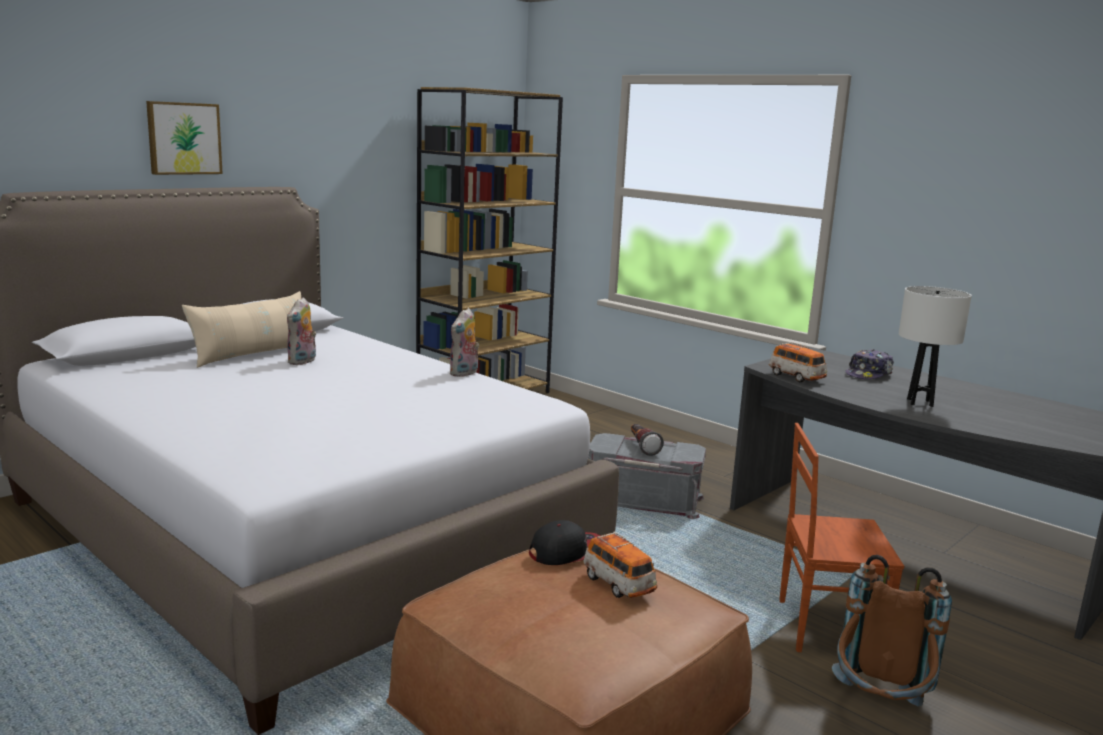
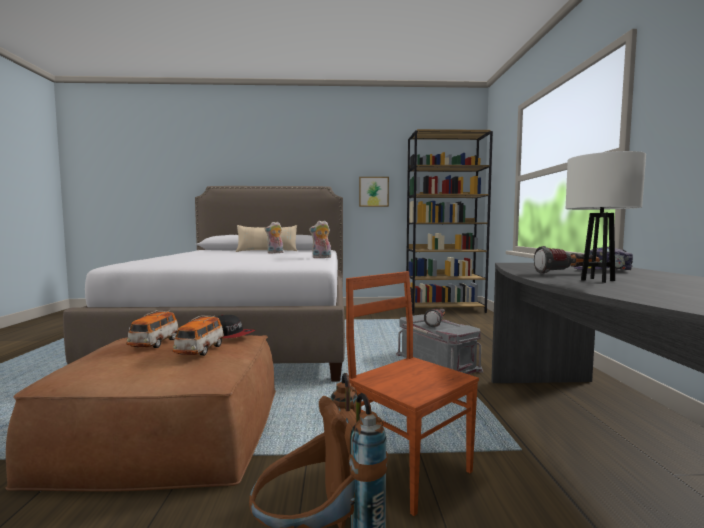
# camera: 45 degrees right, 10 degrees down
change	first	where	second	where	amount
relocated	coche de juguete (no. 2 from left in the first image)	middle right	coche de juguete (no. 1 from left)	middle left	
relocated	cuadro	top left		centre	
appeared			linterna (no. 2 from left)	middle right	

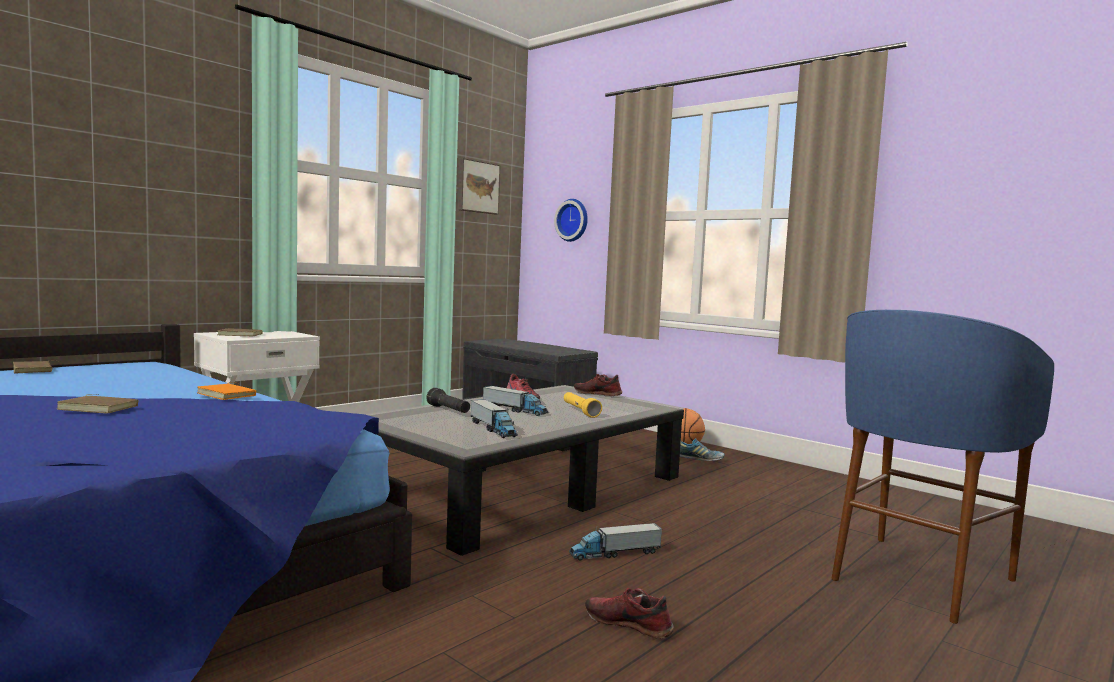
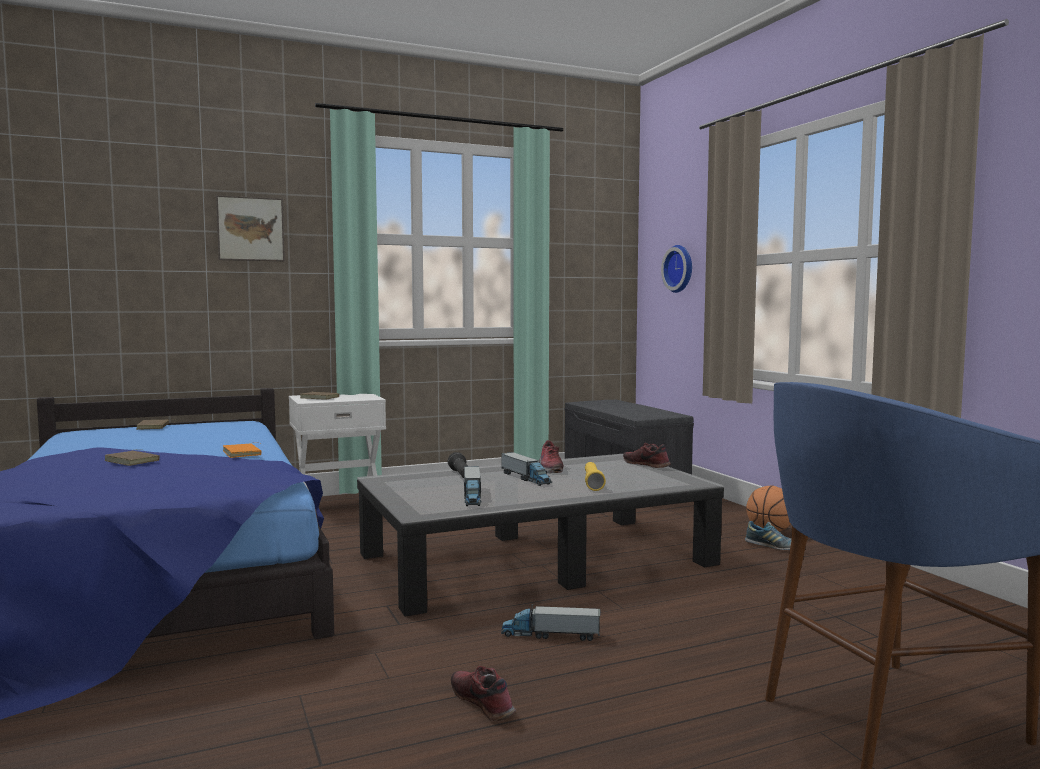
# camera: 25 degrees right, 0 degrees up
change	first	where	second	where	amount
relocated	cuadro	top centre		top left	

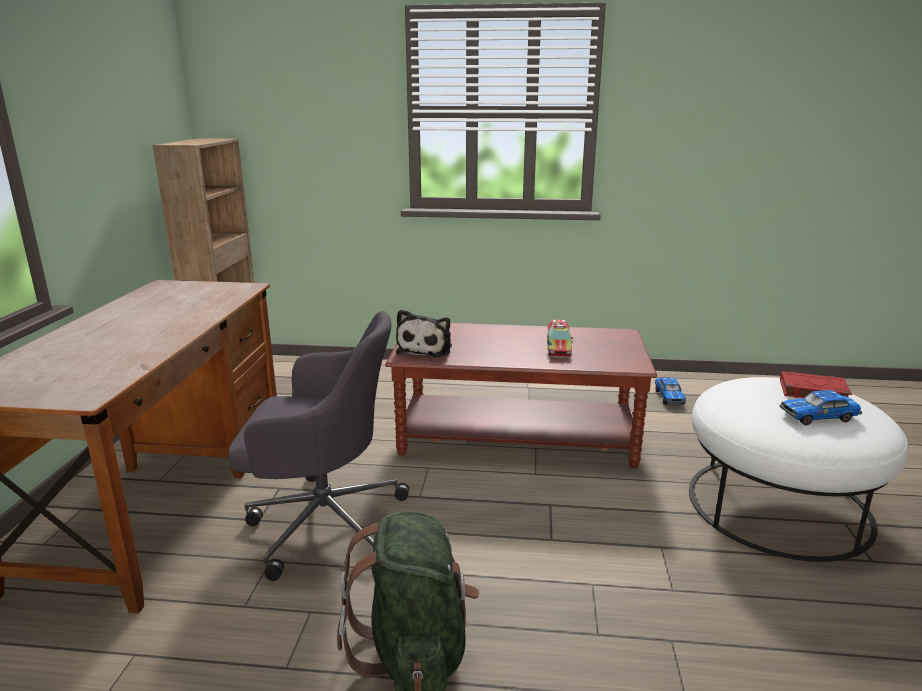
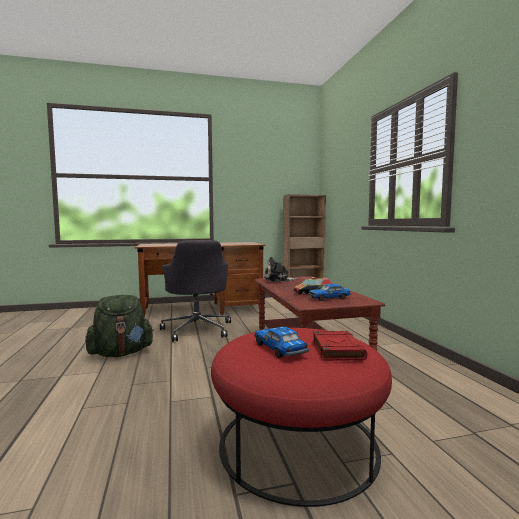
# camera: 70 degrees right, 15 degrees down
change	first	where	second	where	amount
colour	puf (blanco)	bottom right	puf (rojo)	bottom centre	
relocated	coche de juguete (no. 1 from left in the first image)	middle right	coche de juguete (no. 2 from left)	centre	

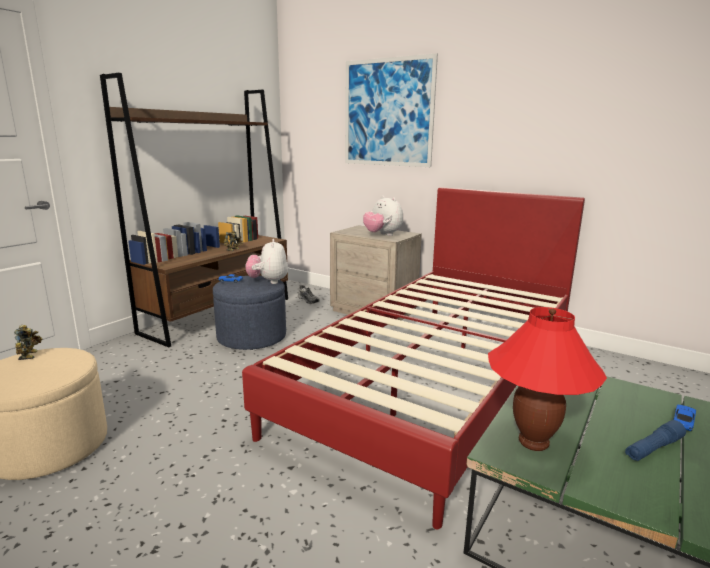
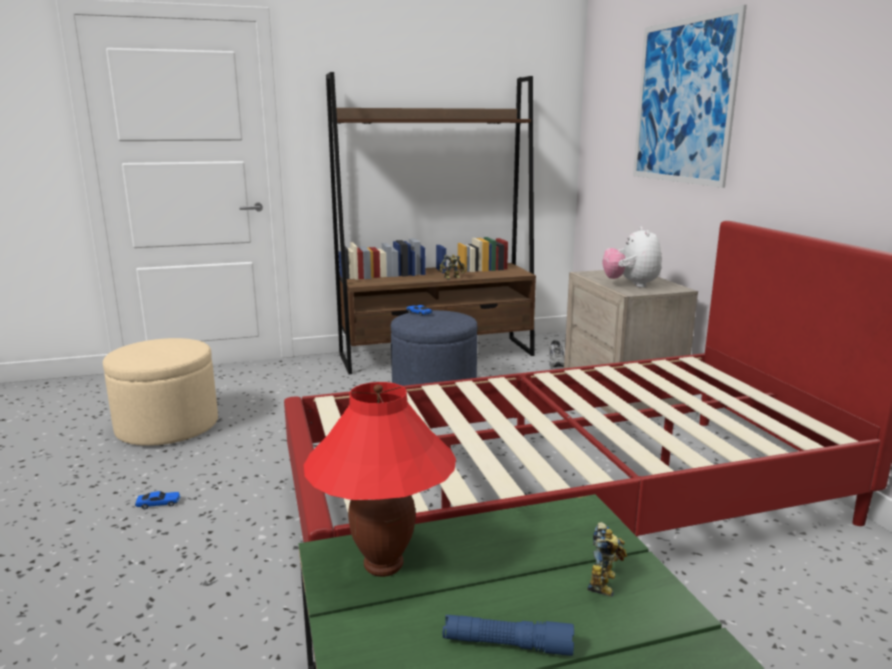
# camera: 40 degrees right, 0 degrees up
change	first	where	second	where	amount
relocated	coche de juguete (no. 2 from left in the first image)	bottom right	coche de juguete (no. 1 from left)	bottom left	
relocated	robot de juguete (no. 1 from left in the first image)	middle left	robot de juguete (no. 2 from left)	bottom right	
missing	peluche (no. 1 from left)	centre			

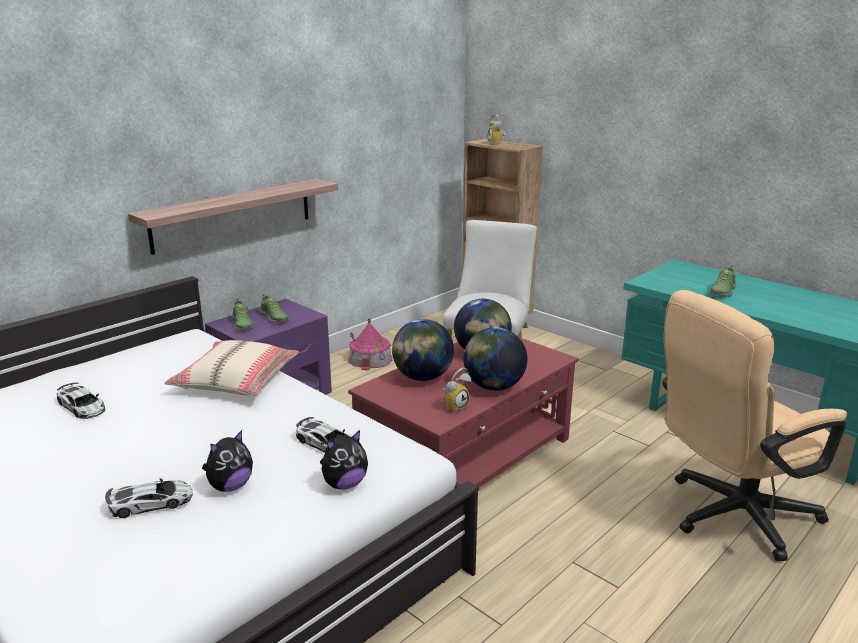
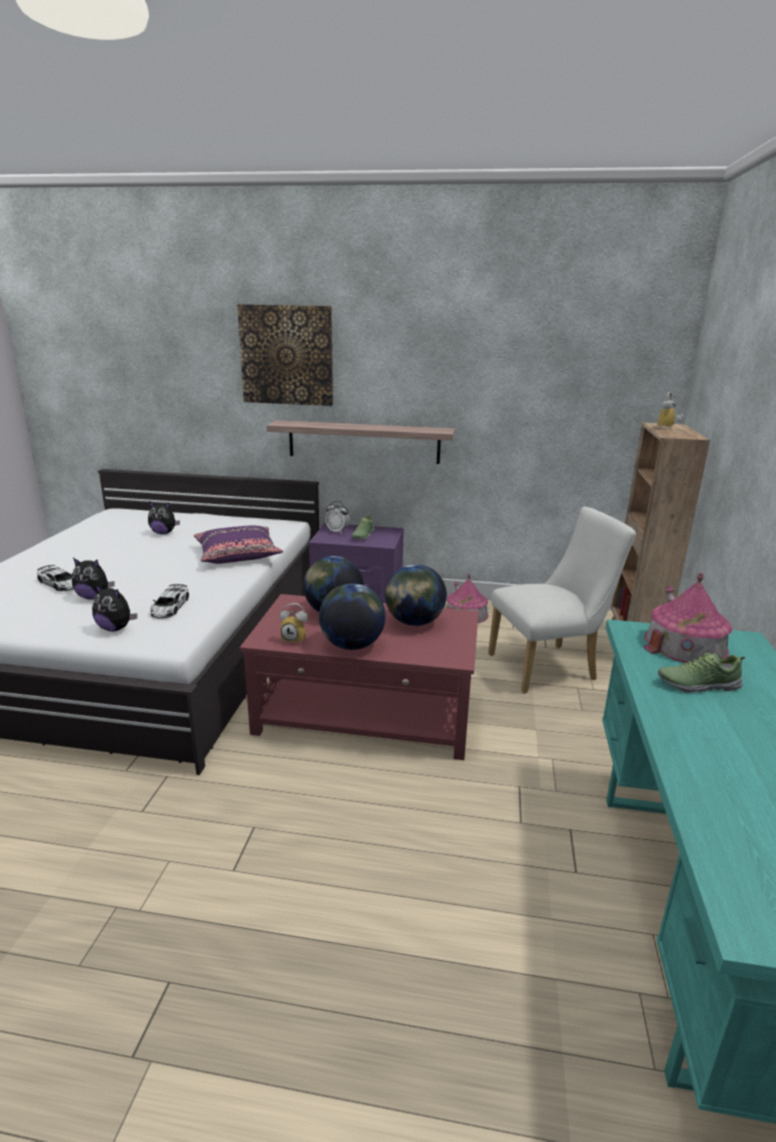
# camera: 55 degrees right, 0 degrees up
change	first	where	second	where	amount
exchanged	coche de juguete (no. 1 from left)	middle left	peluche (no. 3 from left)	middle left	
colour	cojín (beis)	middle left	cojín (morado)	middle left	
appeared			cuadro	top centre	
exchanged	zapato (no. 1 from left)	middle left	despertador (no. 2 from left)	centre	
appeared			casita (no. 2 from left)	middle right	
missing	silla de oficina (beis)	middle right			

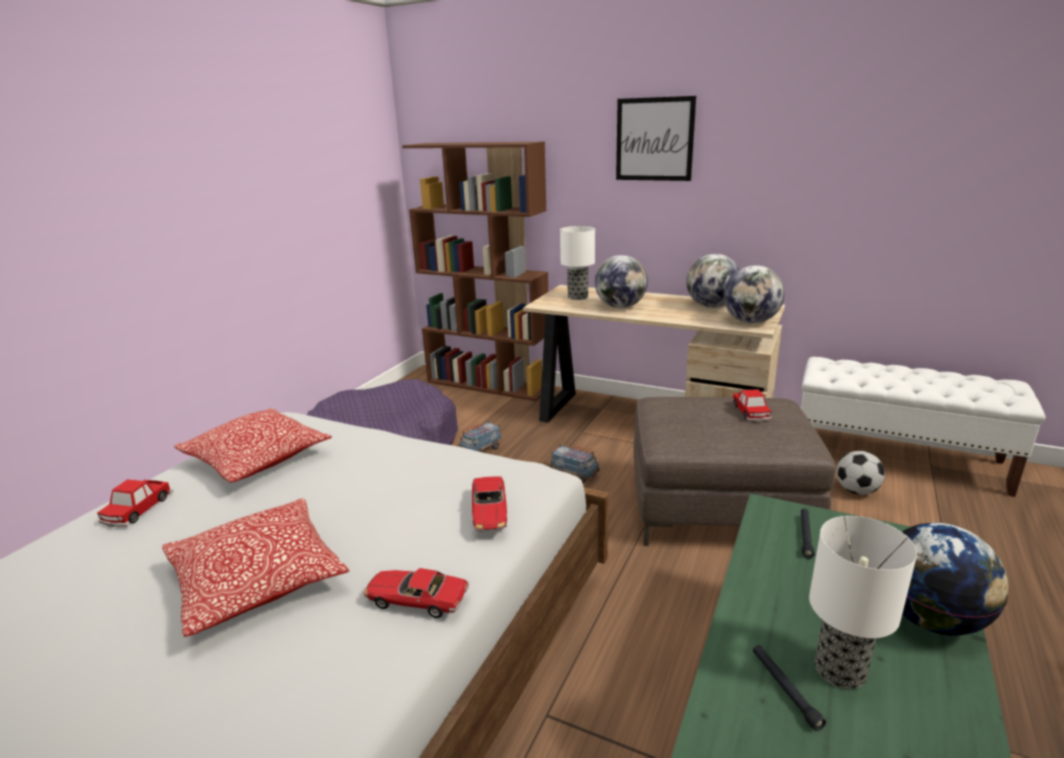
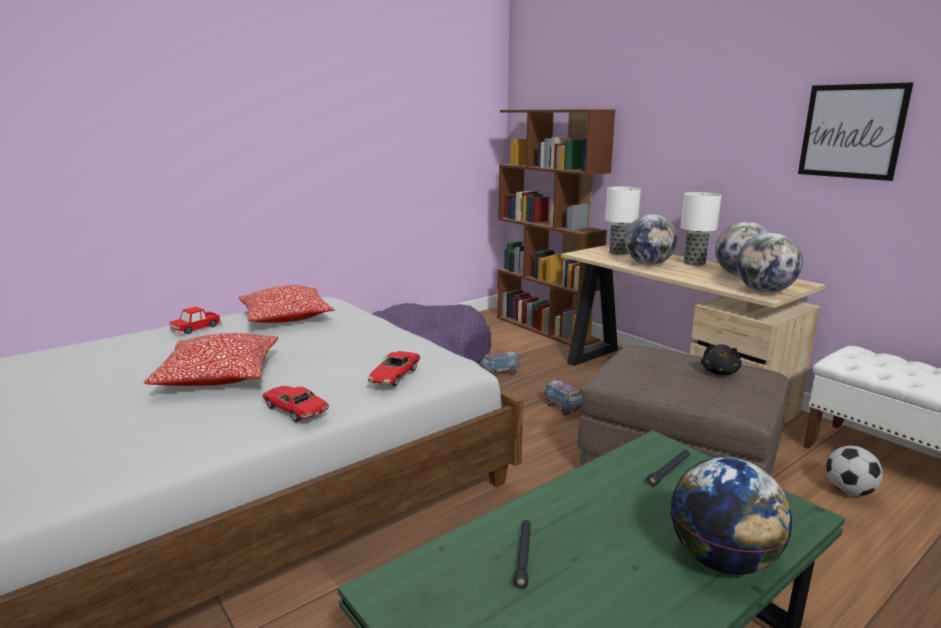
# camera: 25 degrees right, 5 degrees down
change	first	where	second	where	amount
relocated	lámpara de mesa (no. 2 from left)	bottom right		middle right	
exchanged	coche de juguete (no. 4 from left)	middle right	peluche (negro)	middle right	
relocated	cuadro	top centre		top right	

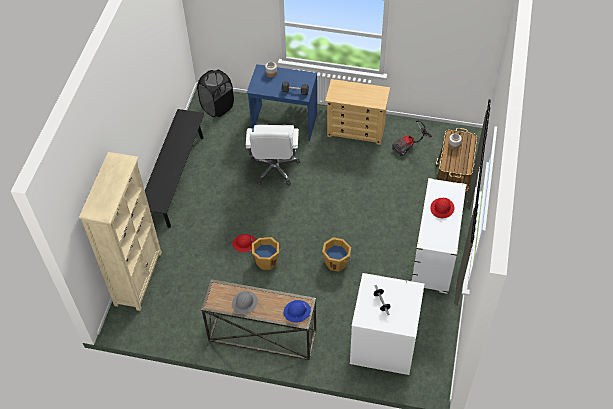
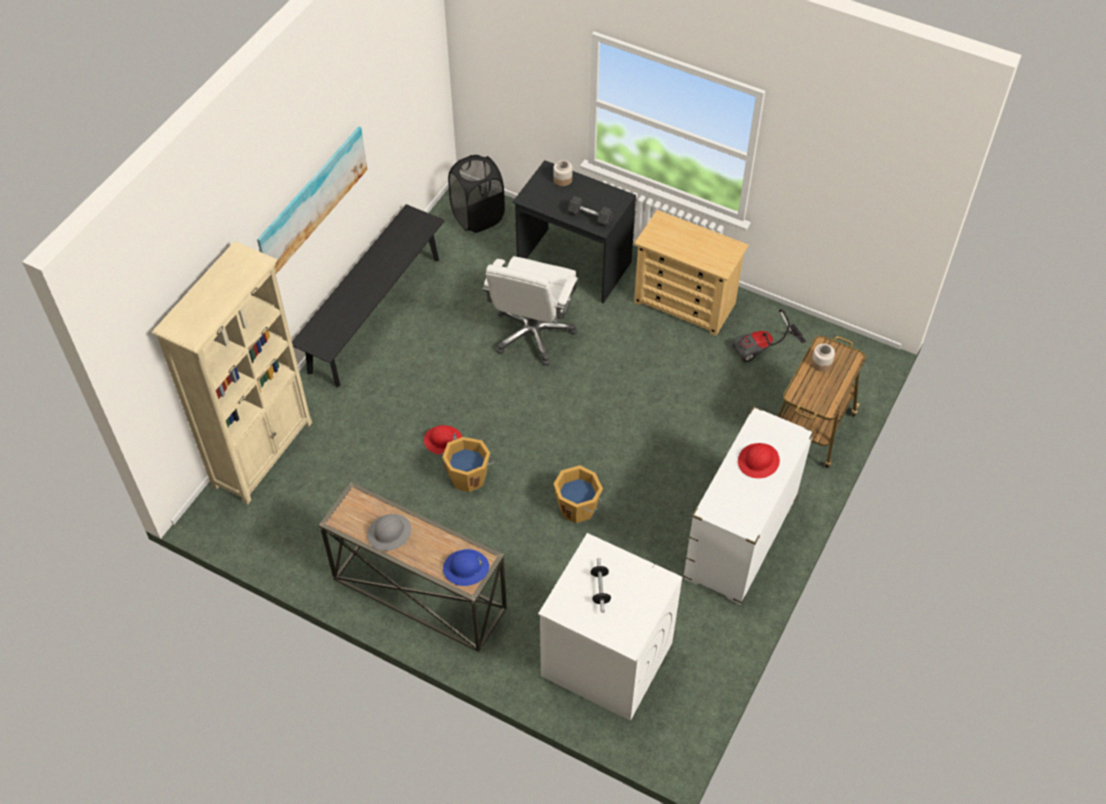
# camera: 15 degrees right, 0 degrees up
change	first	where	second	where	amount
appeared			cuadro	top left	
colour	escritorio (azul)	top centre	escritorio (negro)	top centre	

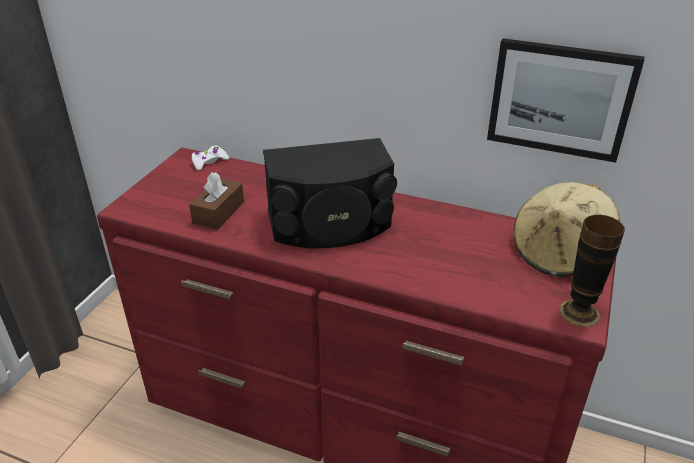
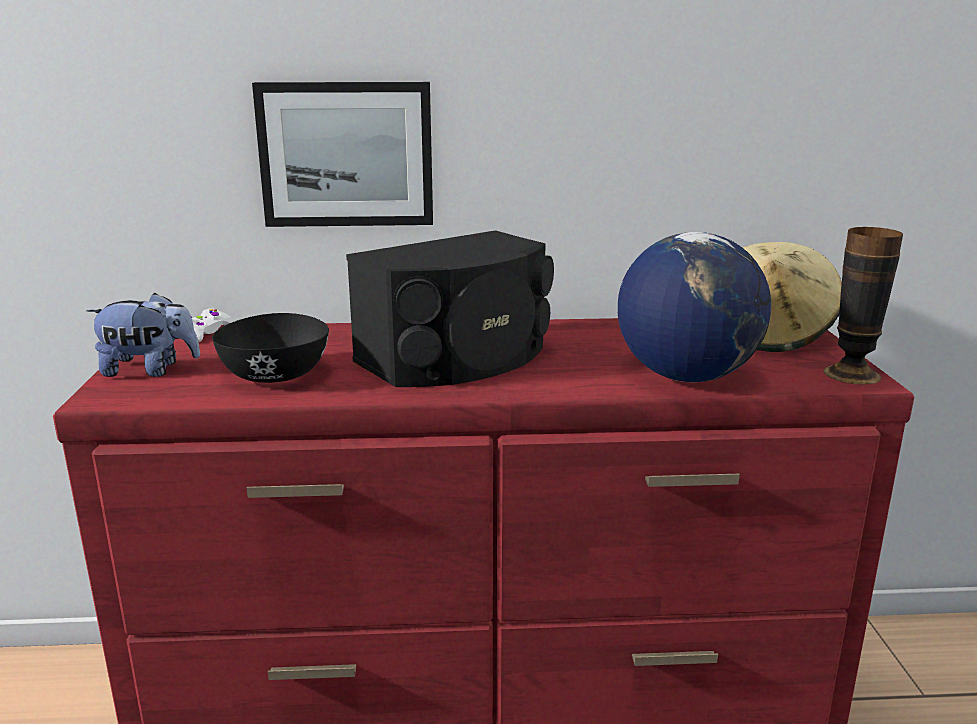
# camera: 25 degrees left, 15 degrees down
change	first	where	second	where	amount
appeared			peluche	middle left	
exchanged	caja de pañuelos (marrón)	middle left	cuenco (negro)	middle left	
relocated	cuadro	top right		top centre	
appeared			globo terráqueo	middle right	

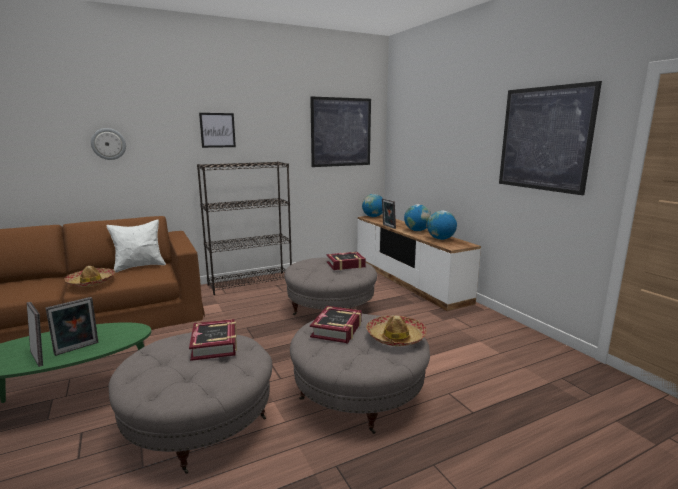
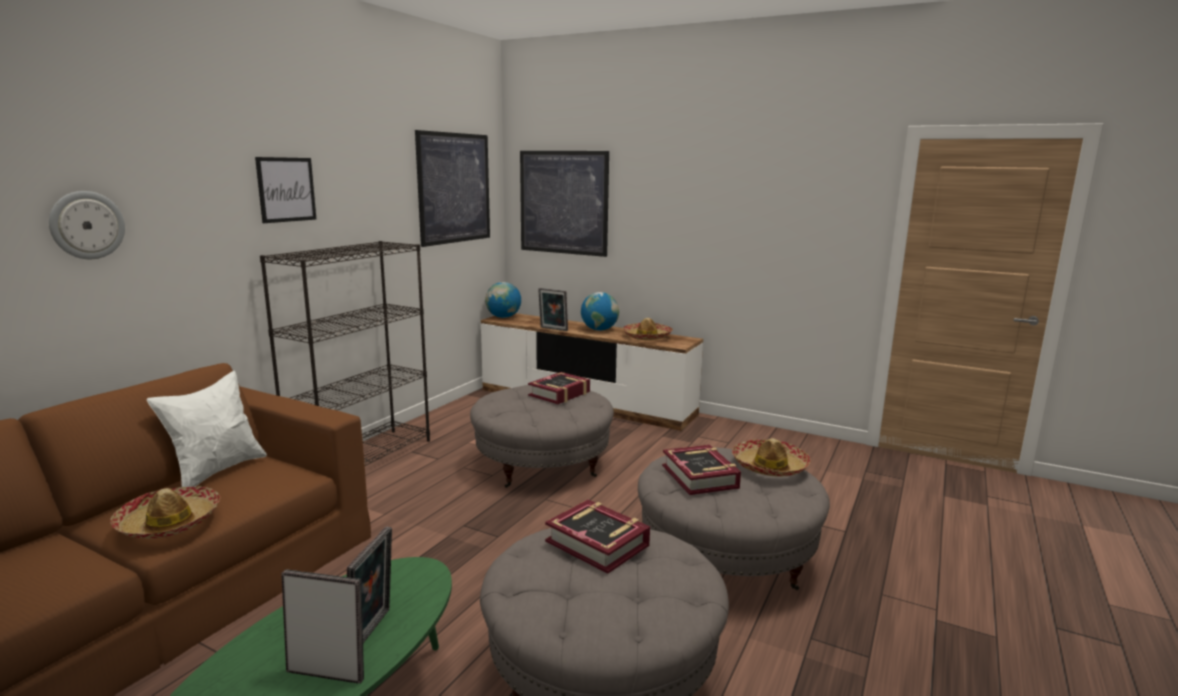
# camera: 35 degrees left, 0 degrees up
change	first	where	second	where	amount
relocated	cuadro (no. 3 from left)	top right		top centre	
exchanged	globo terráqueo (no. 3 from left)	centre	sombrero (no. 2 from left)	centre	

